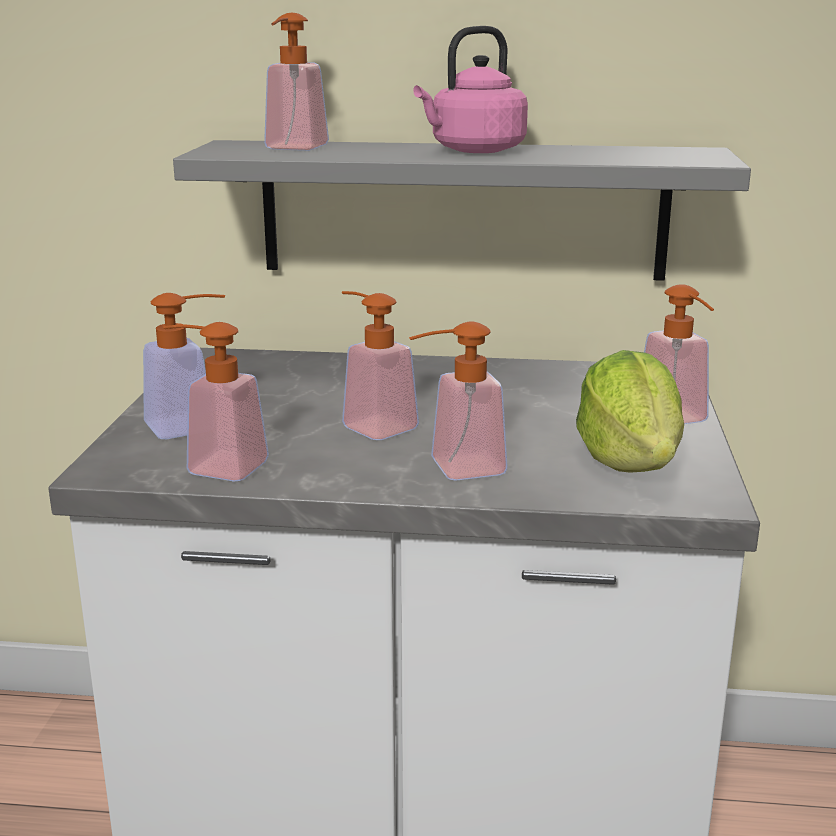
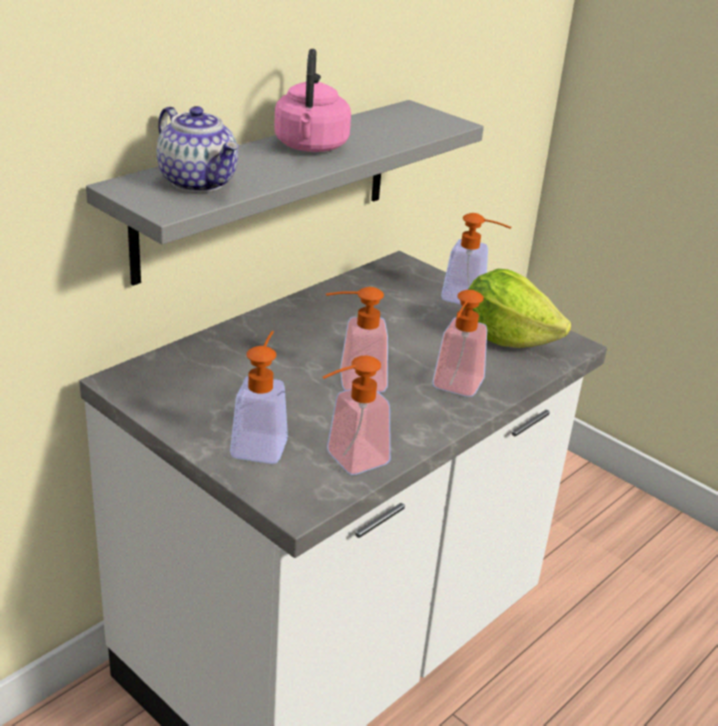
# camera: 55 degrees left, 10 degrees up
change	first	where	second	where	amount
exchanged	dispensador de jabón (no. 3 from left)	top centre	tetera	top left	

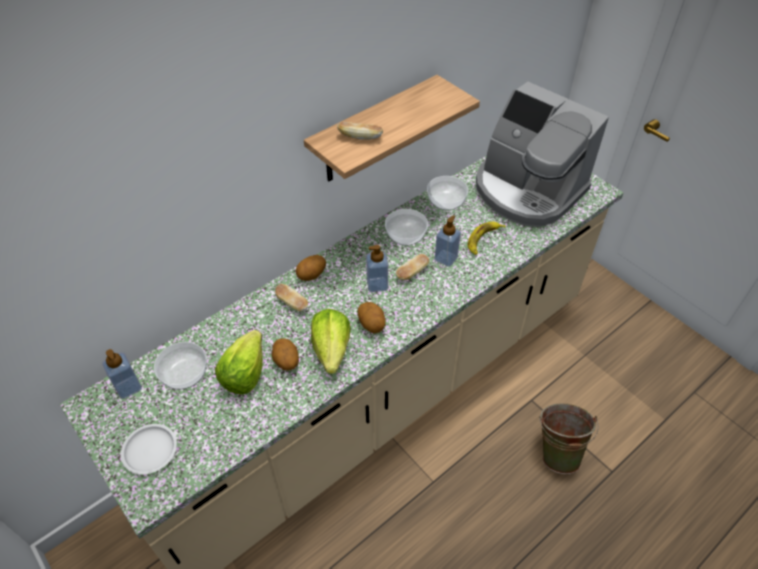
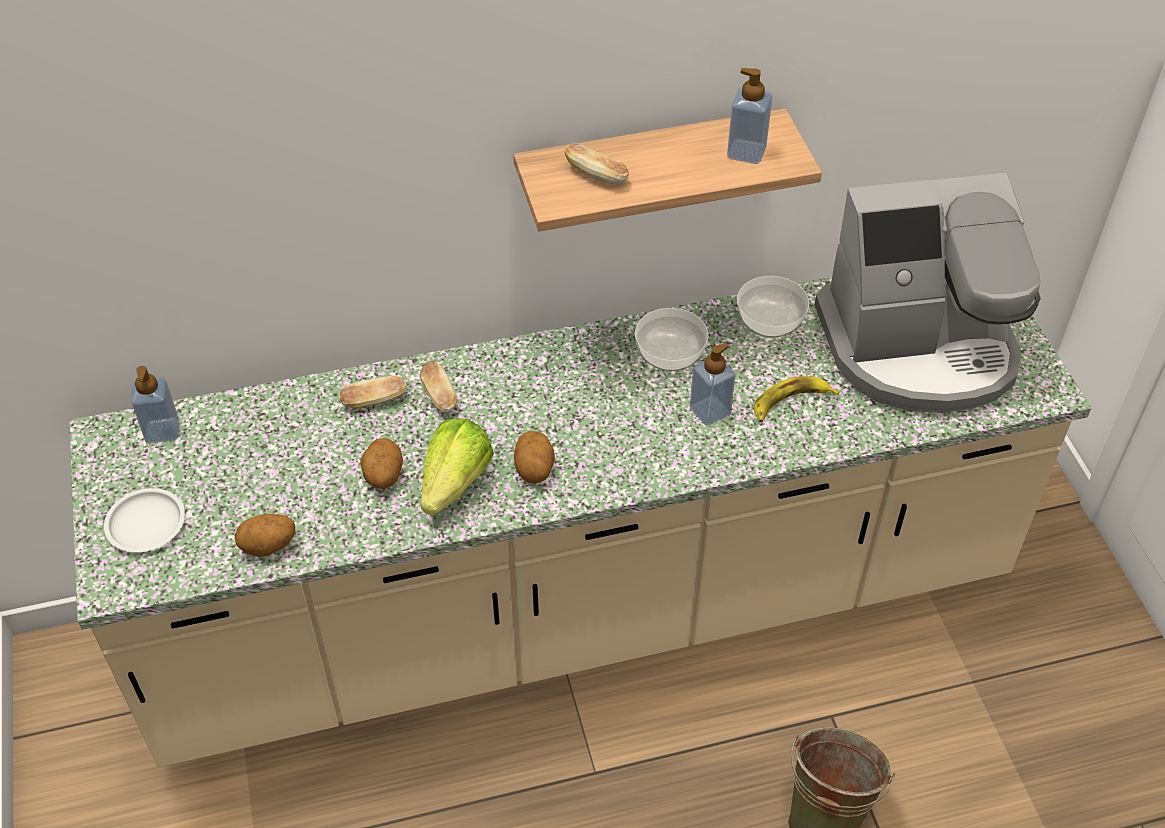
# camera: 25 degrees right, 0 degrees up
change	first	where	second	where	amount
relocated	patata (no. 2 from left in the first image)	centre	patata (no. 1 from left)	middle left	
relocated	pan (no. 3 from left in the first image)	centre	pan (no. 1 from left)	middle left	
relocated	dispensador de jabón (no. 2 from left in the first image)	centre	dispensador de jabón (no. 3 from left)	top centre	
spun	cafetera	top right		middle right	75 degrees counterclockwise
missing	cuenco (no. 1 from left)	middle left			
missing	lechuga (no. 1 from left)	middle left			

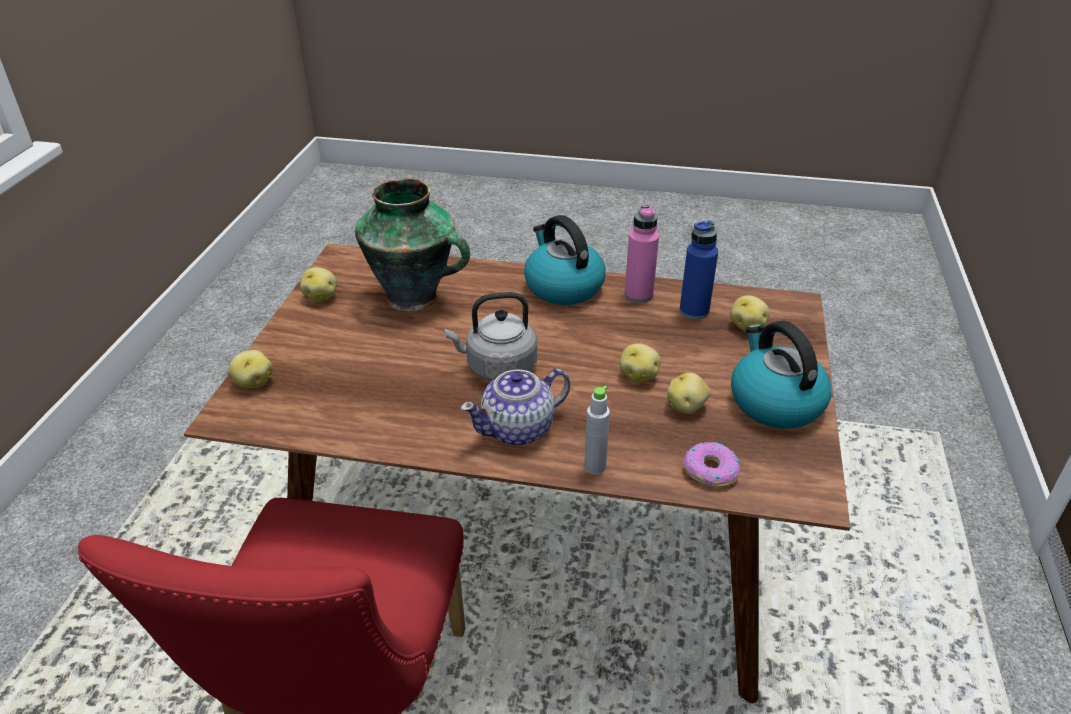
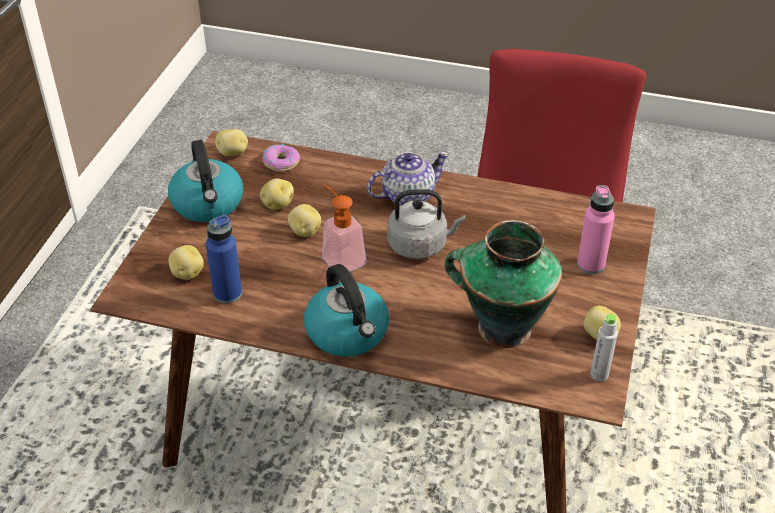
# camera: 175 degrees left, 5 degrees up
change	first	where	second	where	amount
relocated	patata (no. 1 from left in the first image)	middle left	patata (no. 2 from left)	top left	
appeared			dispensador de jabón	centre	
relocated	botella (rosa)	centre		middle right	
relocated	botella (gris)	centre		bottom right	

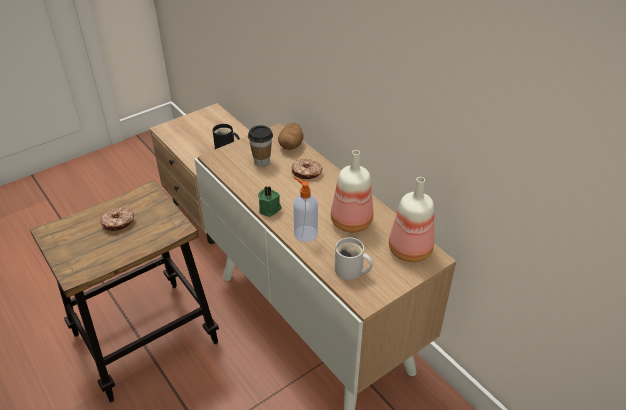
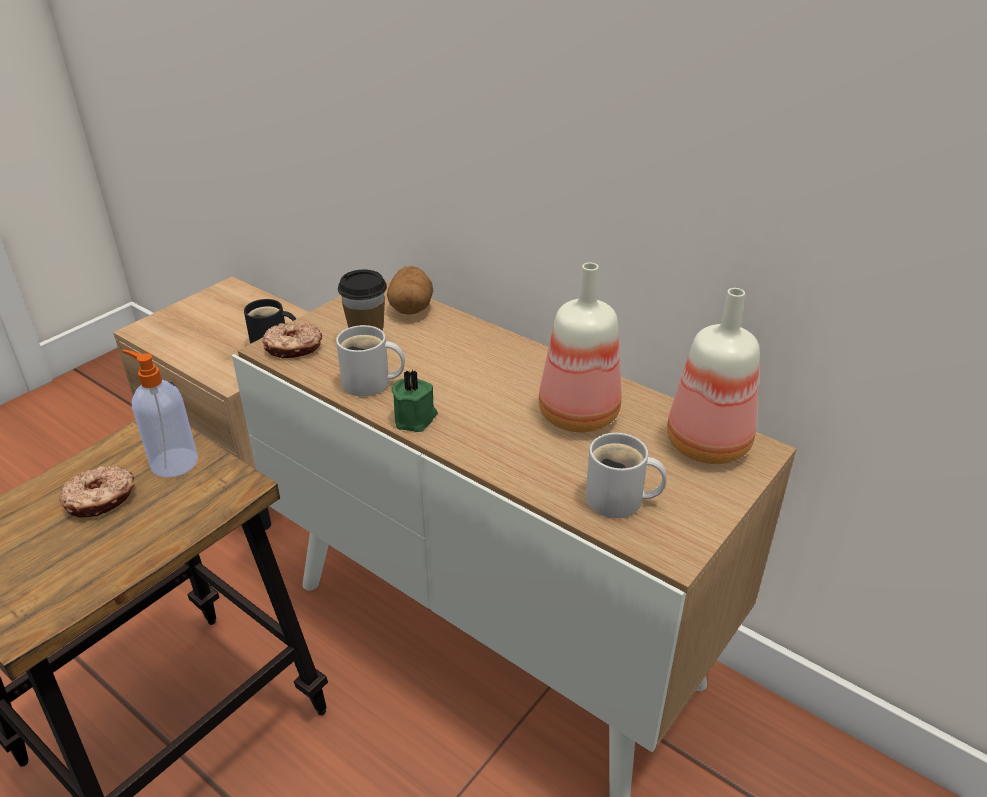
# camera: 15 degrees left, 5 degrees down
change	first	where	second	where	amount
relocated	dispensador de jabón	centre		middle left	
relocated	rosquilla (no. 2 from left)	centre		middle left	
appeared			taza grande (blanco) (no. 1 from left)	centre	

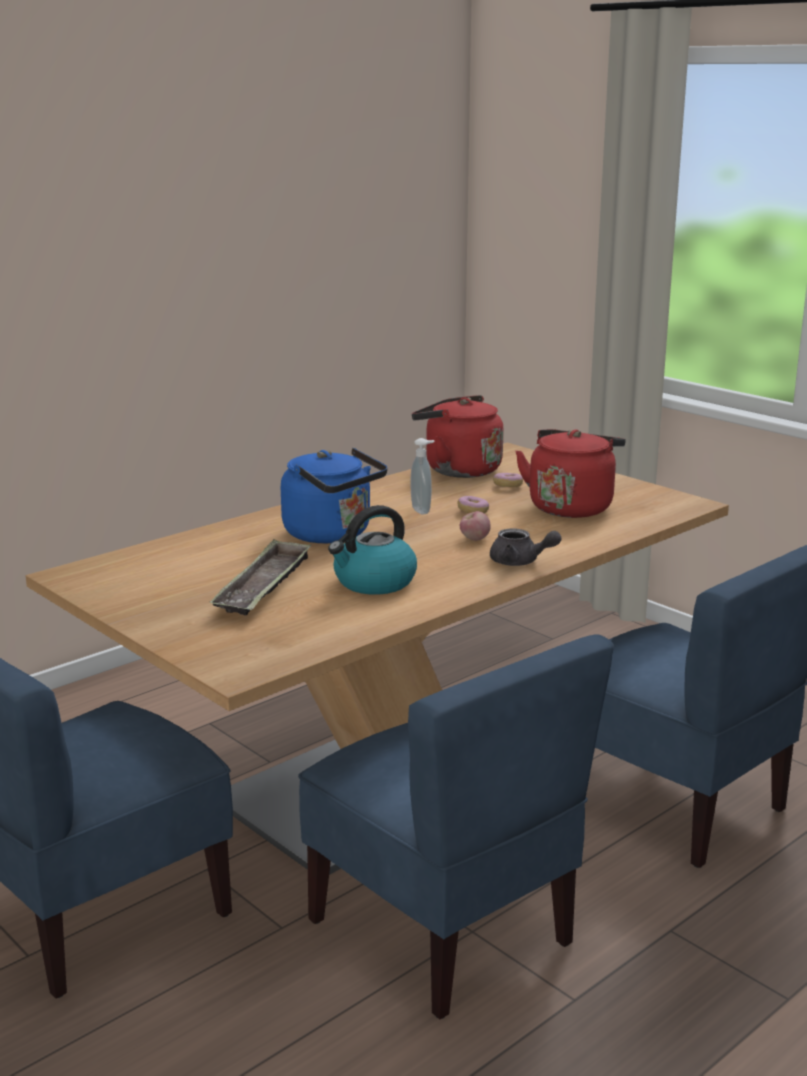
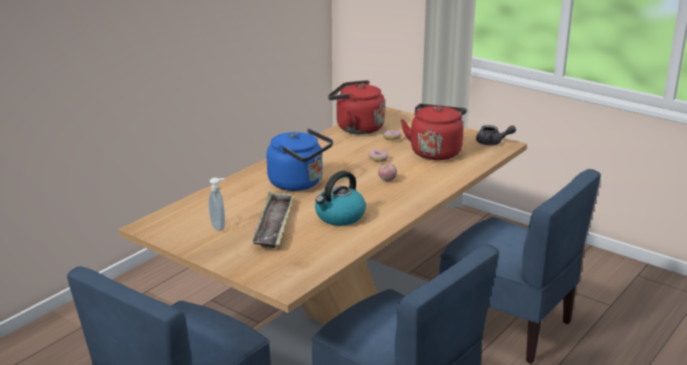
# camera: 10 degrees left, 5 degrees up
change	first	where	second	where	amount
relocated	dispensador de jabón	centre		middle left	
relocated	tetera (gris)	centre		middle right	

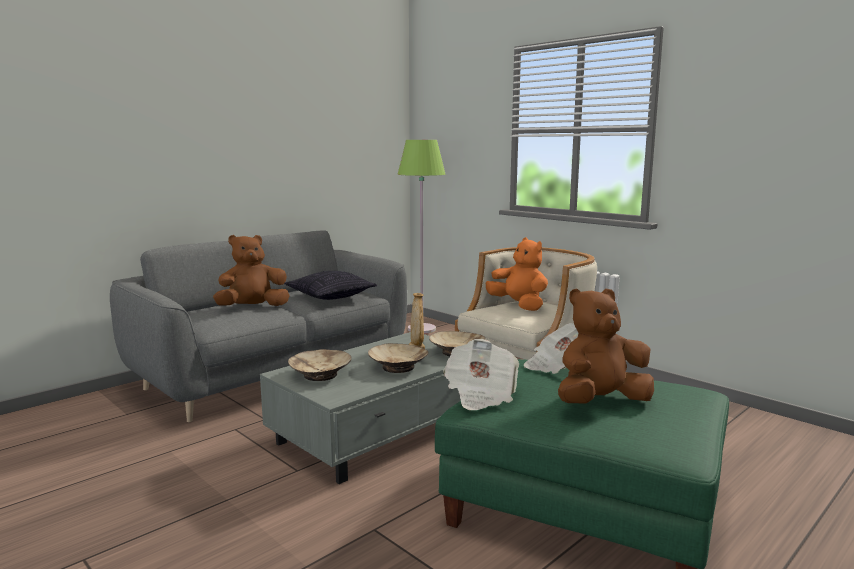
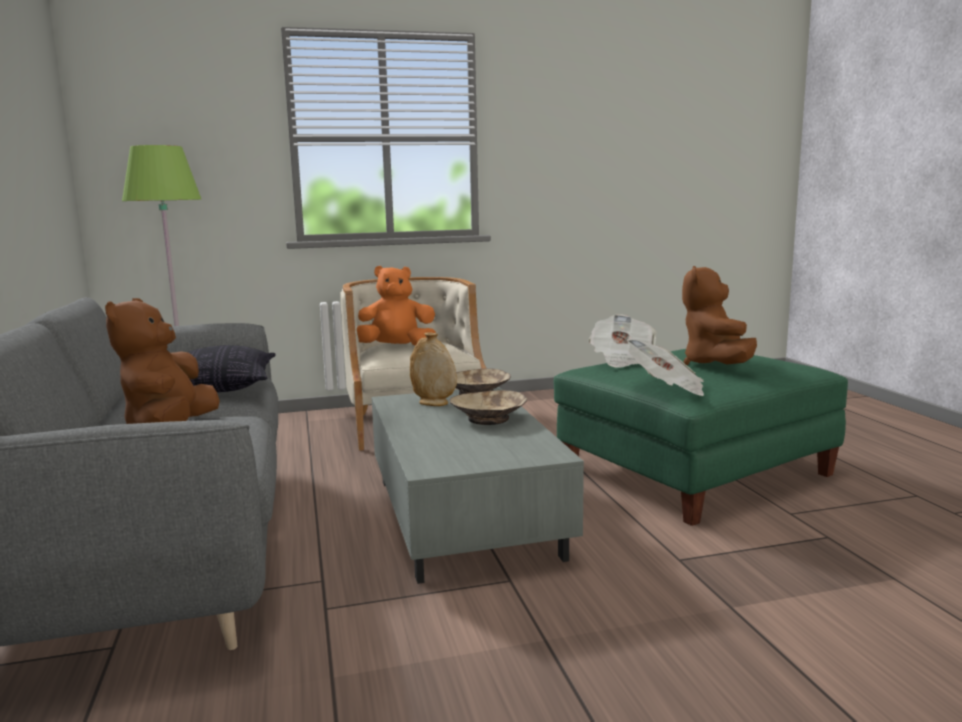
# camera: 60 degrees left, 0 degrees up
change	first	where	second	where	amount
missing	cuenco (beis) (no. 1 from left)	centre			

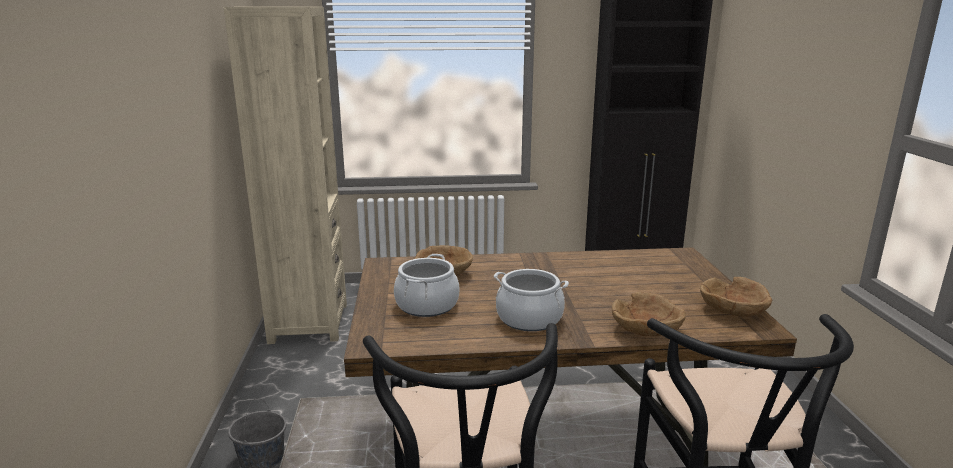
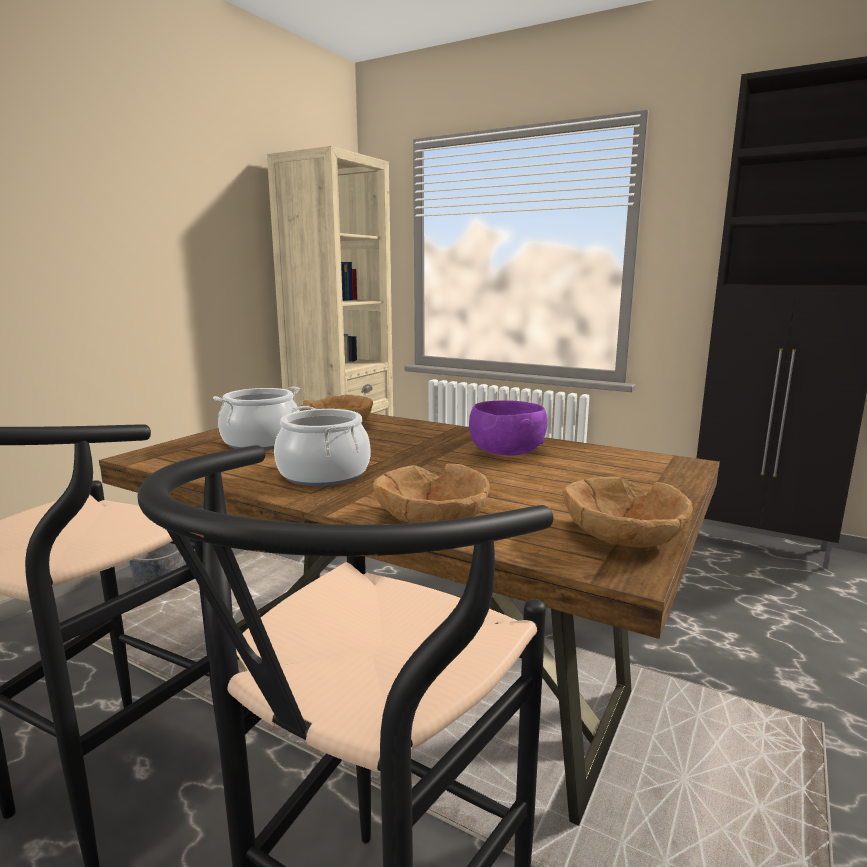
# camera: 35 degrees right, 5 degrees down
change	first	where	second	where	amount
appeared			cuenco (morado)	centre	

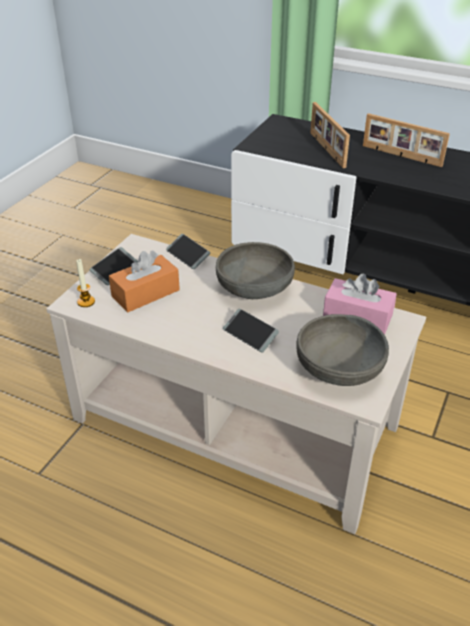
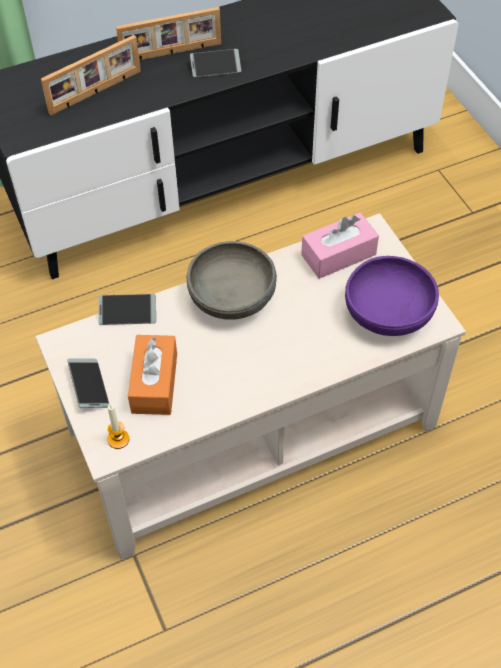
# camera: 50 degrees left, 15 degrees up
change	first	where	second	where	amount
spun	portarretratos (no. 1 from left)	top right		top left	60 degrees counterclockwise
relocated	móvil (no. 3 from left)	centre		top centre	
colour	cuenco (gris) (no. 2 from left)	middle right	cuenco (morado)	middle right	

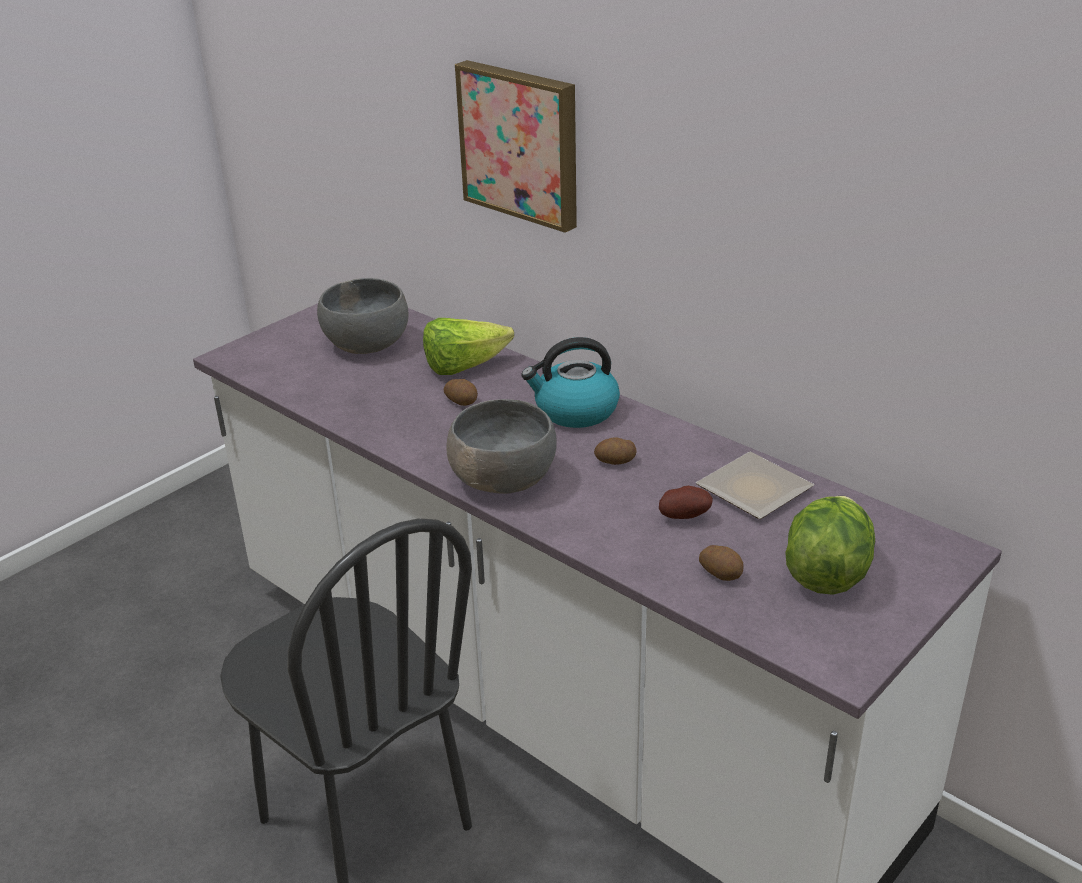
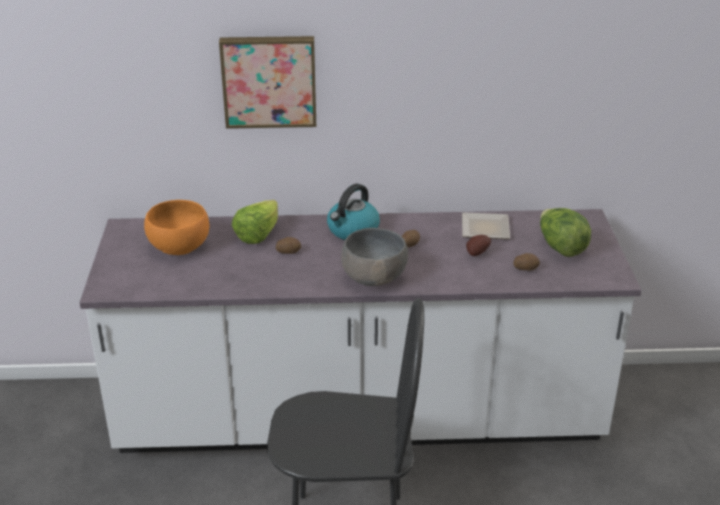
# camera: 45 degrees left, 0 degrees up
change	first	where	second	where	amount
colour	cuenco (gris) (no. 1 from left)	centre	cuenco (naranja)	middle left	

